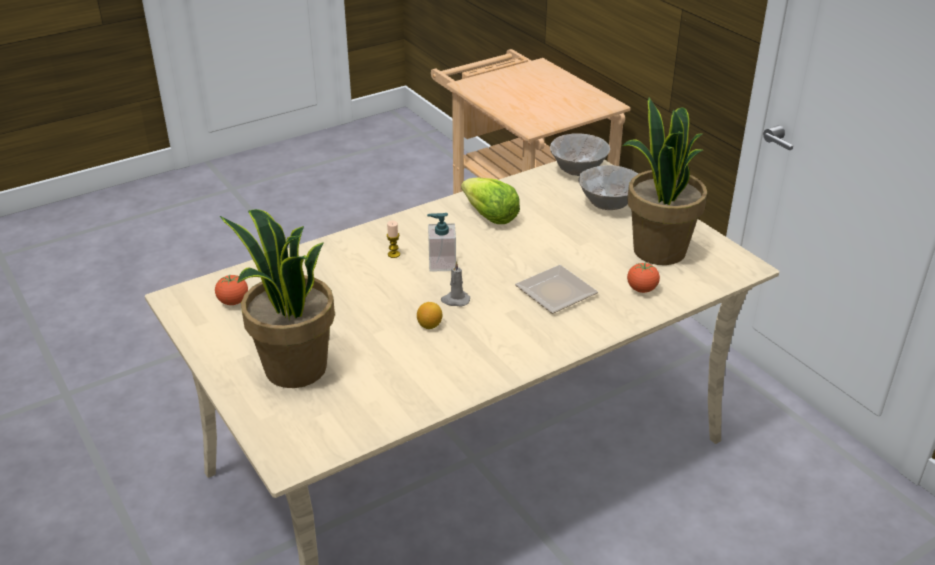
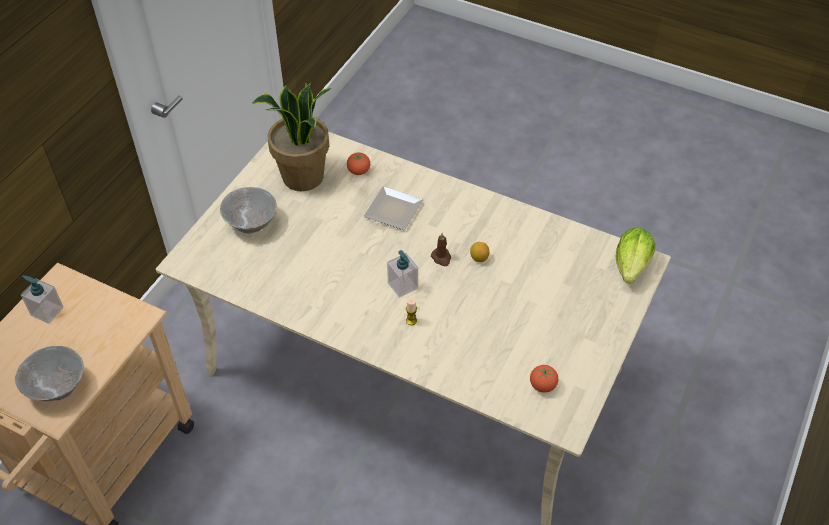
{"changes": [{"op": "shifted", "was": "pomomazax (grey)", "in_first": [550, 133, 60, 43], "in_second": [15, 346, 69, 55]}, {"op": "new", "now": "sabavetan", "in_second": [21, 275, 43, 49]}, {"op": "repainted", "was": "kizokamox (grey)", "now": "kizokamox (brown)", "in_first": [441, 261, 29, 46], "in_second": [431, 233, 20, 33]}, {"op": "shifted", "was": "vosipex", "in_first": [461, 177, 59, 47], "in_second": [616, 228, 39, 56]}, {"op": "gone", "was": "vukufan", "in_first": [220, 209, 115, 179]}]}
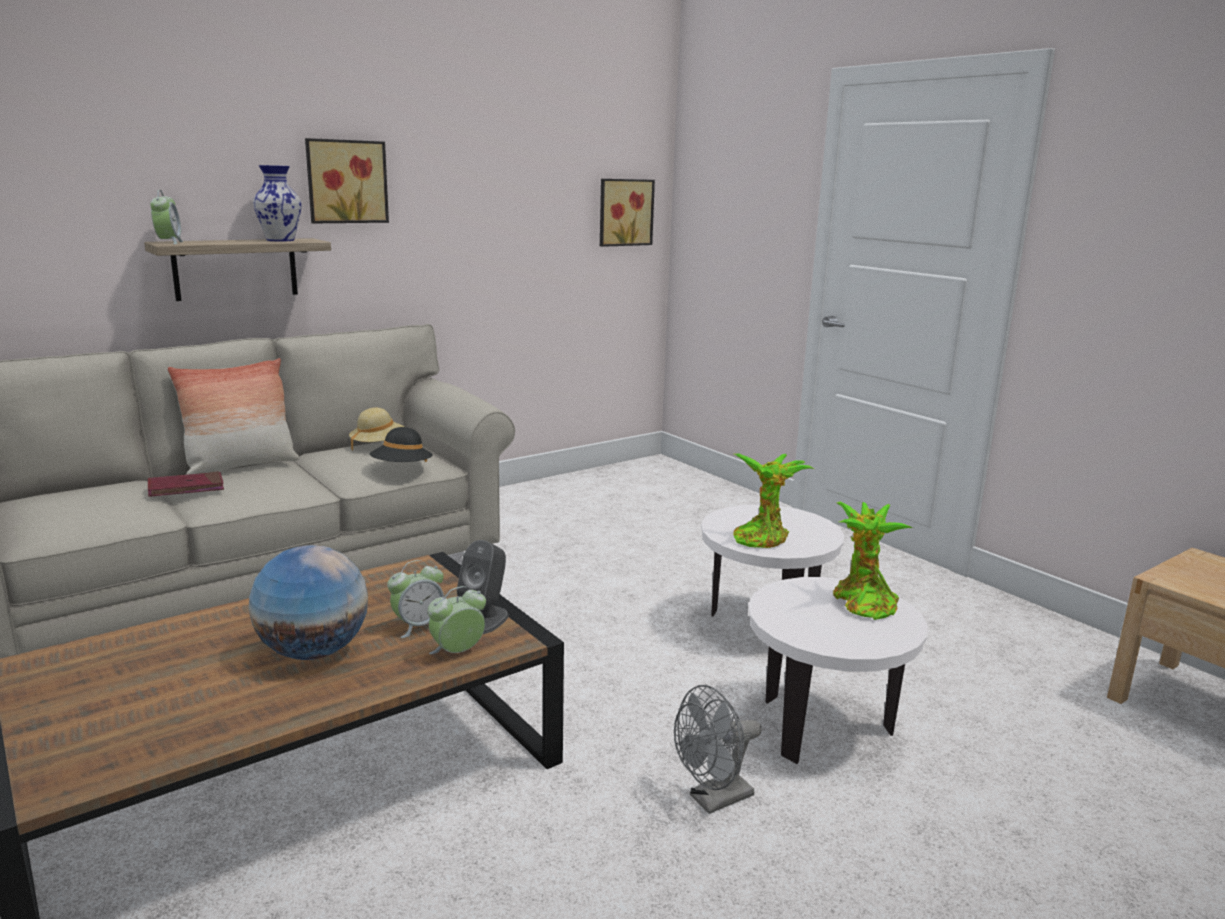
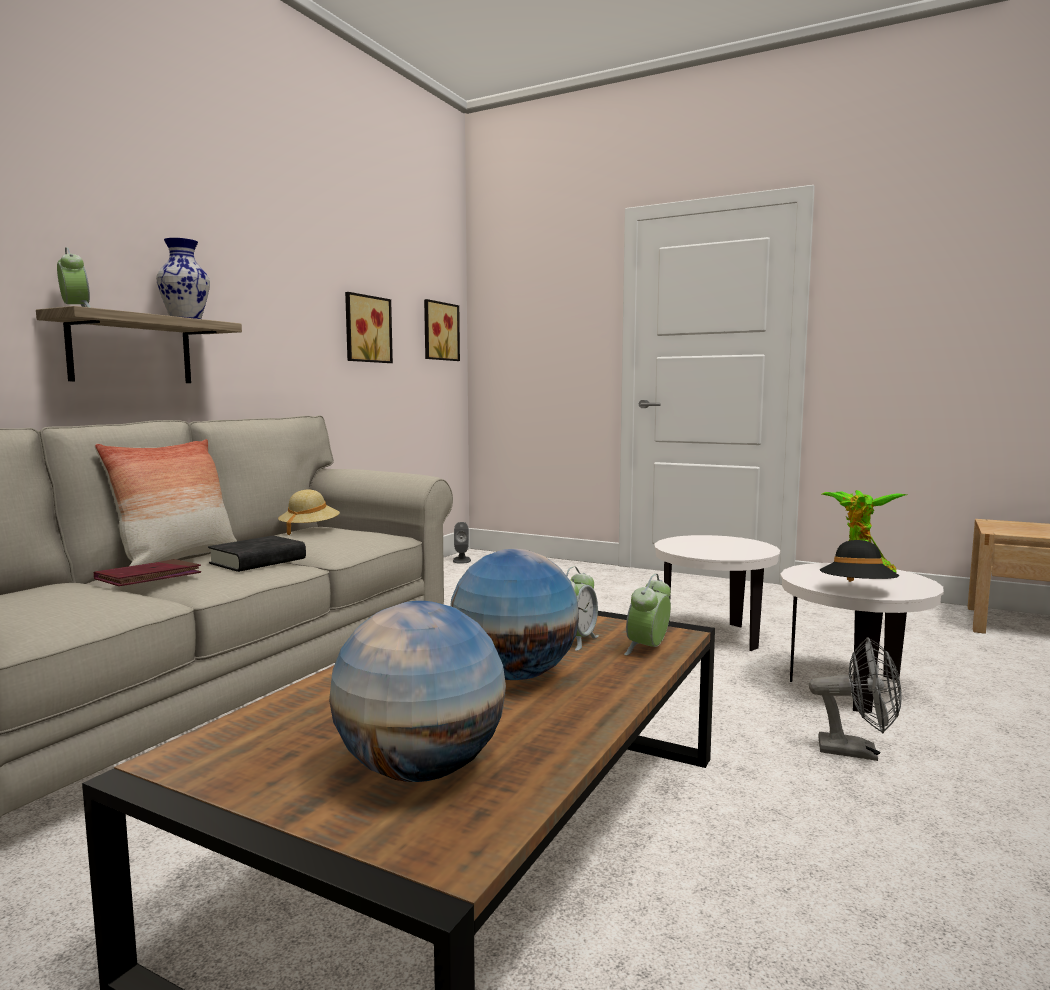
{"changes": [{"op": "new", "now": "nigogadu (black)", "in_second": [208, 535, 98, 37]}, {"op": "new", "now": "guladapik", "in_second": [329, 601, 177, 181]}, {"op": "shifted", "was": "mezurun", "in_first": [305, 138, 84, 85], "in_second": [345, 292, 48, 71]}, {"op": "shifted", "was": "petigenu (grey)", "in_first": [457, 540, 52, 94], "in_second": [453, 522, 18, 41]}, {"op": "rotated", "was": "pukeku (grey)", "in_first": [674, 685, 88, 129], "in_second": [809, 637, 93, 124], "clockwise": -105}, {"op": "shifted", "was": "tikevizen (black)", "in_first": [370, 427, 63, 35], "in_second": [820, 540, 79, 42]}, {"op": "gone", "was": "vukufan", "in_first": [733, 453, 81, 95]}]}
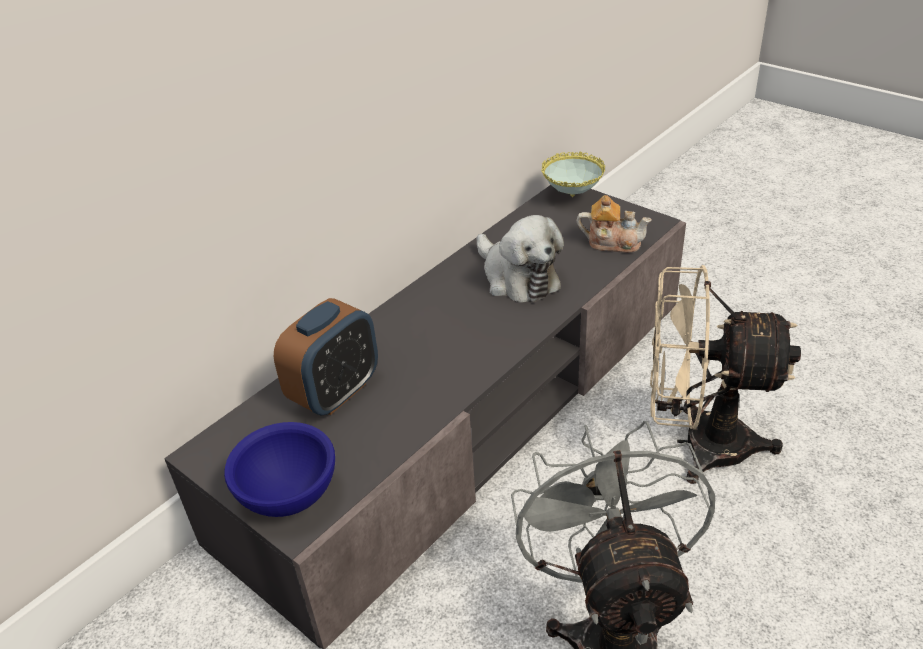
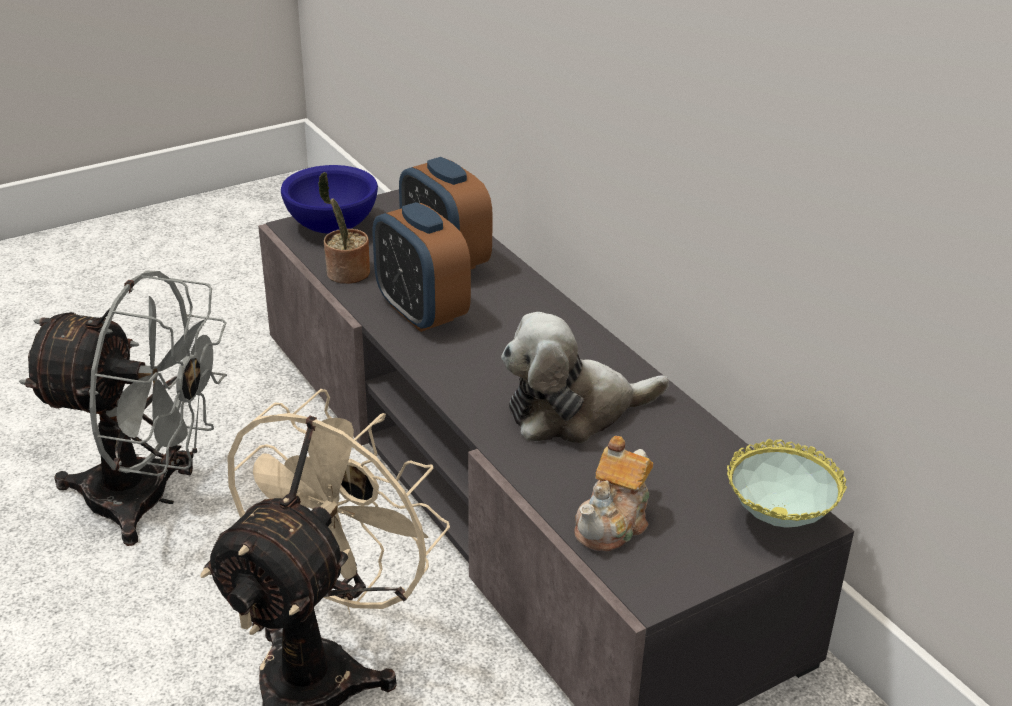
{"changes": [{"op": "new", "now": "vukufan", "in_second": [318, 172, 52, 112]}, {"op": "new", "now": "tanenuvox", "in_second": [373, 202, 98, 130]}]}
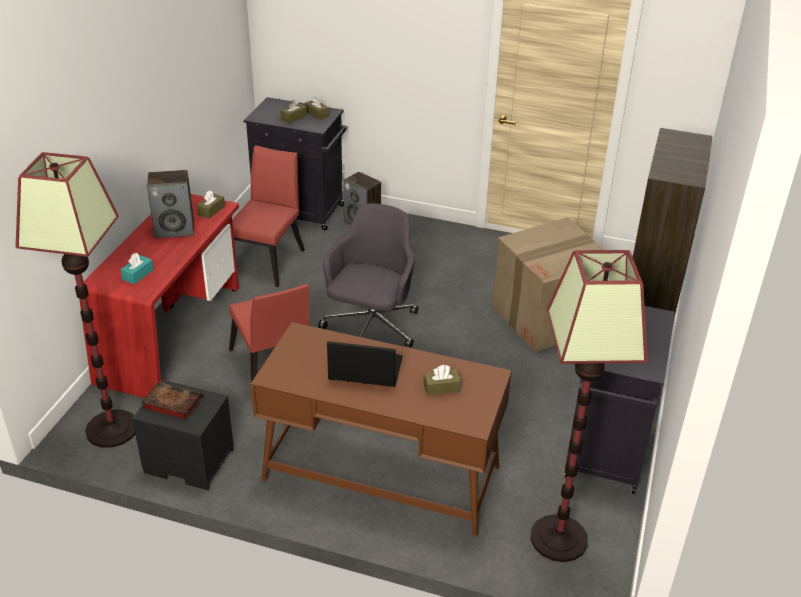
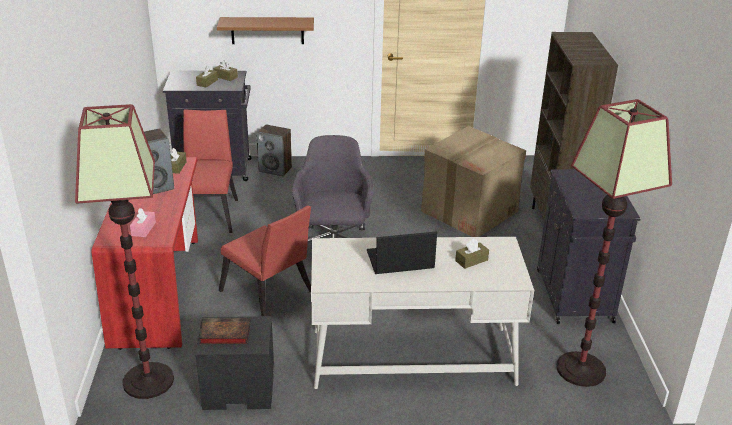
{"changes": [{"op": "repainted", "was": "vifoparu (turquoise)", "now": "vifoparu (pink)", "in_first": [120, 253, 34, 31], "in_second": [130, 208, 26, 29]}, {"op": "new", "now": "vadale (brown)", "in_second": [217, 17, 97, 27]}, {"op": "repainted", "was": "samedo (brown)", "now": "samedo (white)", "in_first": [251, 322, 261, 215], "in_second": [311, 237, 223, 152]}]}
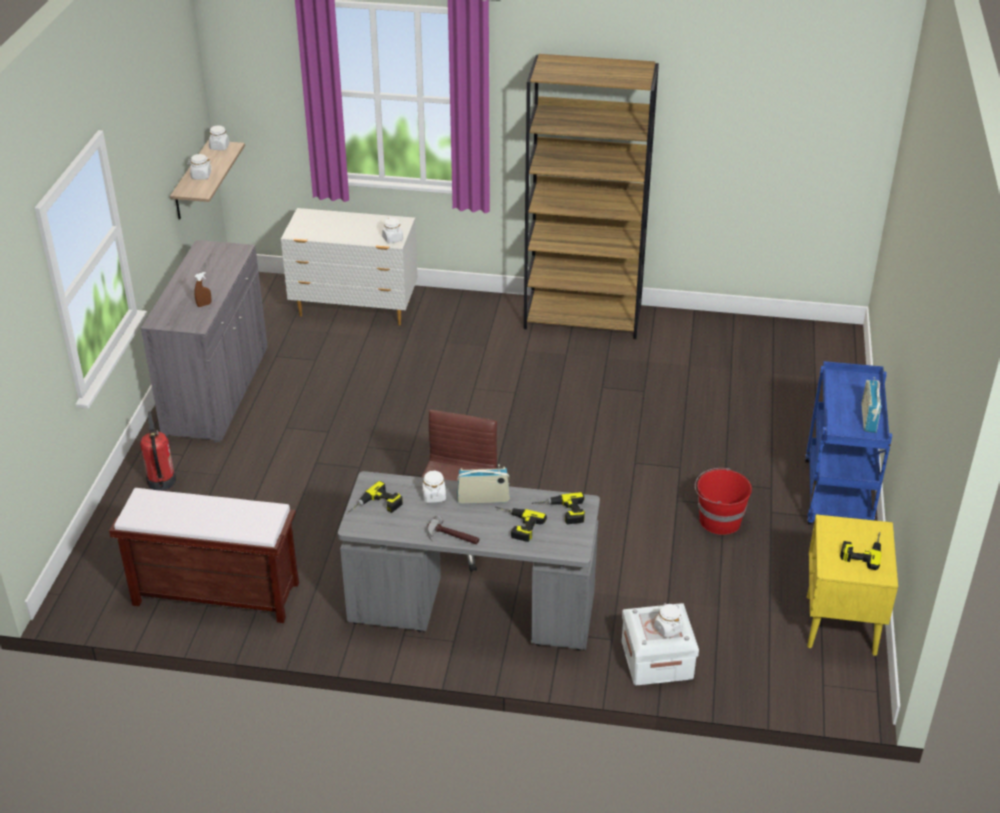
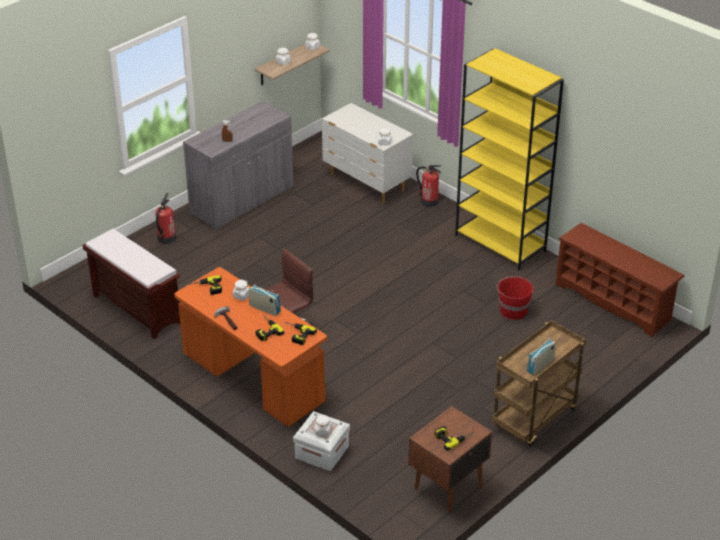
{"changes": [{"op": "repainted", "was": "samedo (grey)", "now": "samedo (orange)", "in_first": [338, 471, 262, 180], "in_second": [175, 267, 152, 160]}, {"op": "repainted", "was": "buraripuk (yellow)", "now": "buraripuk (brown)", "in_first": [807, 514, 91, 142], "in_second": [408, 406, 84, 107]}, {"op": "new", "now": "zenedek", "in_second": [416, 165, 25, 42]}, {"op": "repainted", "was": "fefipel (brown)", "now": "fefipel (yellow)", "in_first": [524, 54, 135, 285], "in_second": [455, 48, 109, 222]}, {"op": "repainted", "was": "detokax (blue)", "now": "detokax (brown)", "in_first": [805, 361, 87, 164], "in_second": [491, 320, 95, 127]}, {"op": "shifted", "was": "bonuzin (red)", "in_first": [695, 468, 57, 67], "in_second": [496, 276, 38, 44]}, {"op": "new", "now": "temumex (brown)", "in_second": [556, 223, 128, 114]}]}
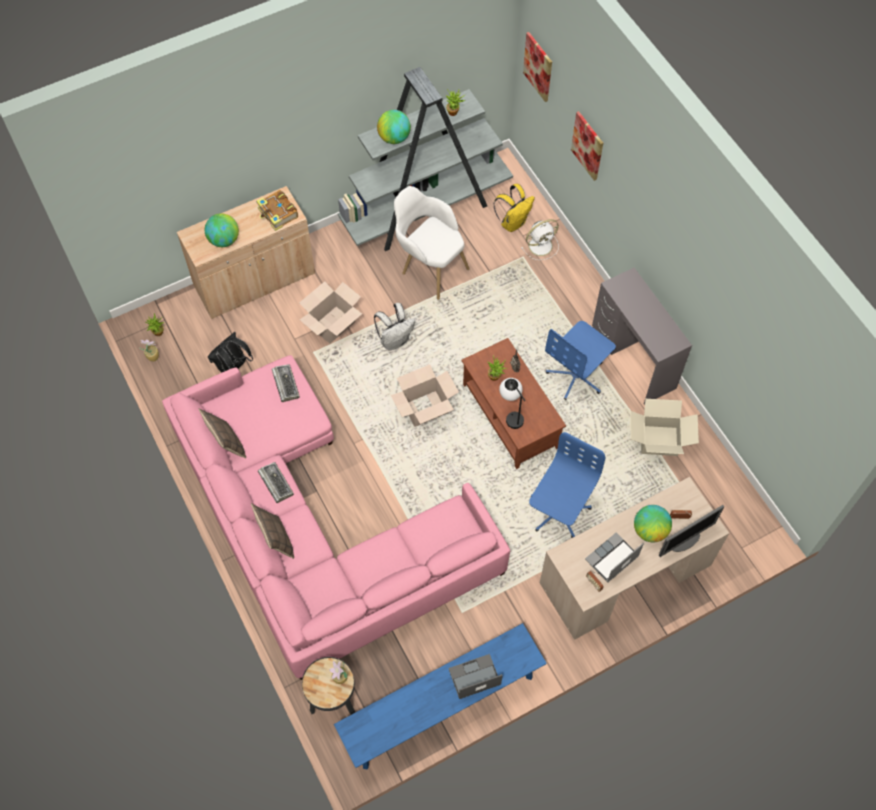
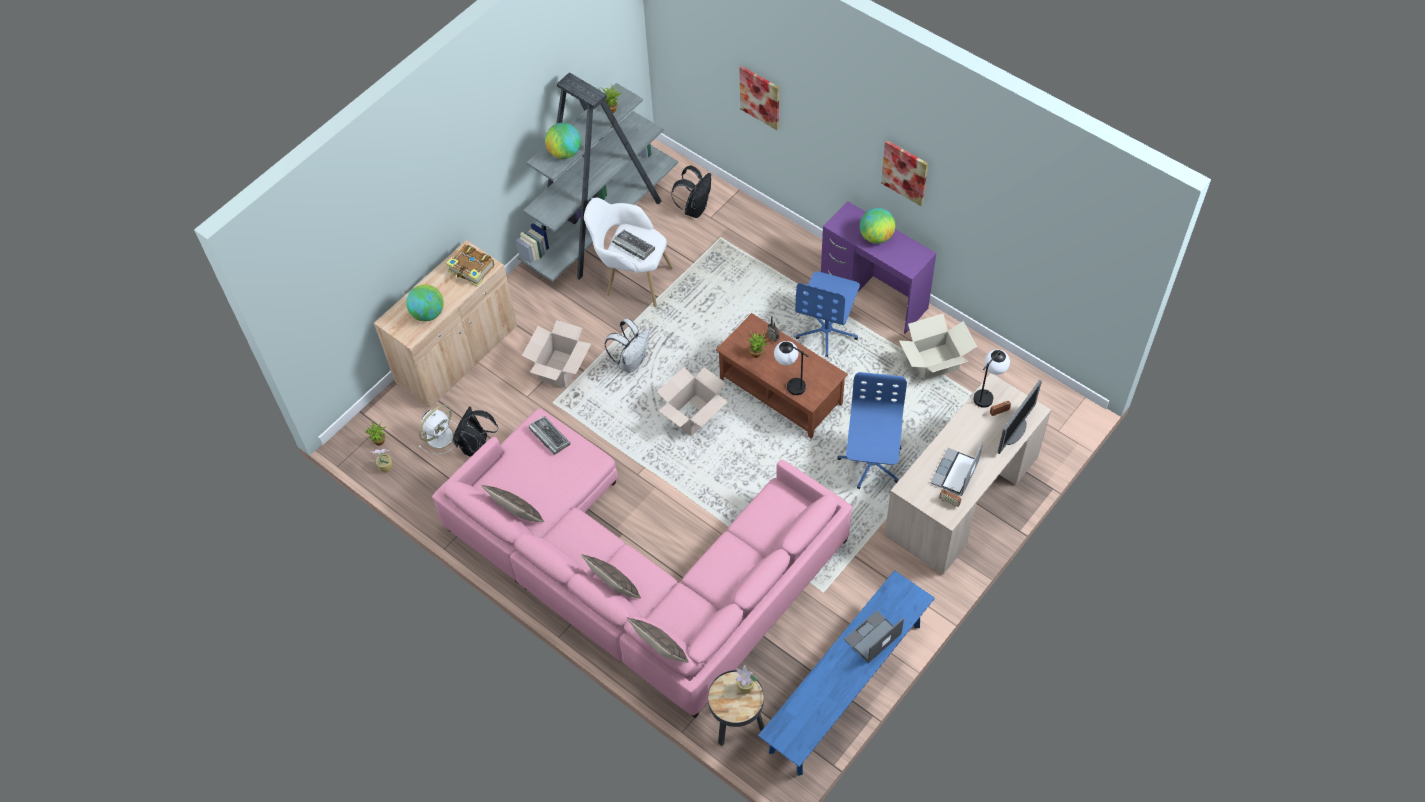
{"changes": [{"op": "shifted", "was": "pukeku (white)", "in_first": [521, 219, 38, 41], "in_second": [419, 405, 39, 50]}, {"op": "shifted", "was": "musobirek", "in_first": [258, 462, 36, 41], "in_second": [612, 230, 43, 30]}, {"op": "new", "now": "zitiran", "in_second": [627, 617, 62, 46]}, {"op": "repainted", "was": "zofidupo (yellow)", "now": "zofidupo (black)", "in_first": [494, 184, 41, 48], "in_second": [671, 166, 40, 52]}, {"op": "repainted", "was": "samedo (grey)", "now": "samedo (purple)", "in_first": [592, 268, 100, 137], "in_second": [821, 201, 115, 133]}, {"op": "shifted", "was": "guladapik", "in_first": [634, 505, 38, 38], "in_second": [860, 208, 35, 36]}, {"op": "shifted", "was": "mezurun", "in_first": [523, 32, 29, 70], "in_second": [881, 140, 47, 66]}, {"op": "new", "now": "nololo", "in_second": [973, 349, 37, 59]}]}
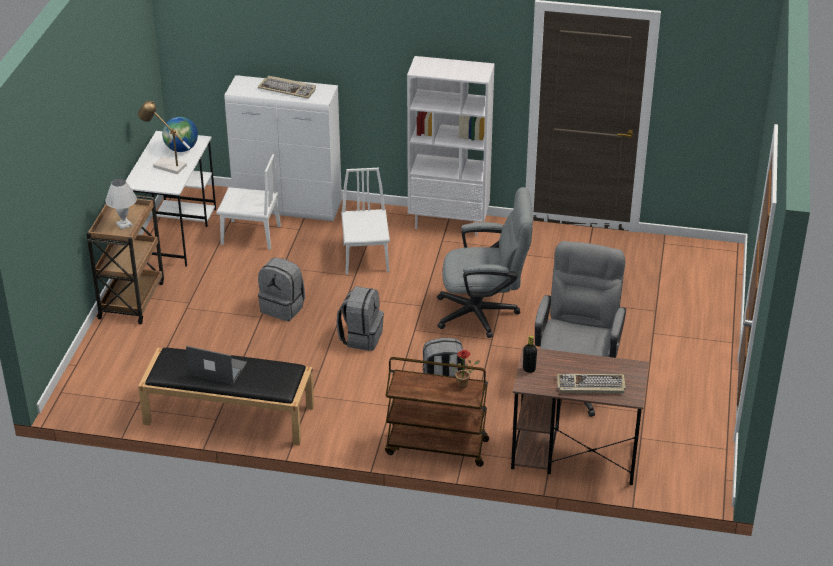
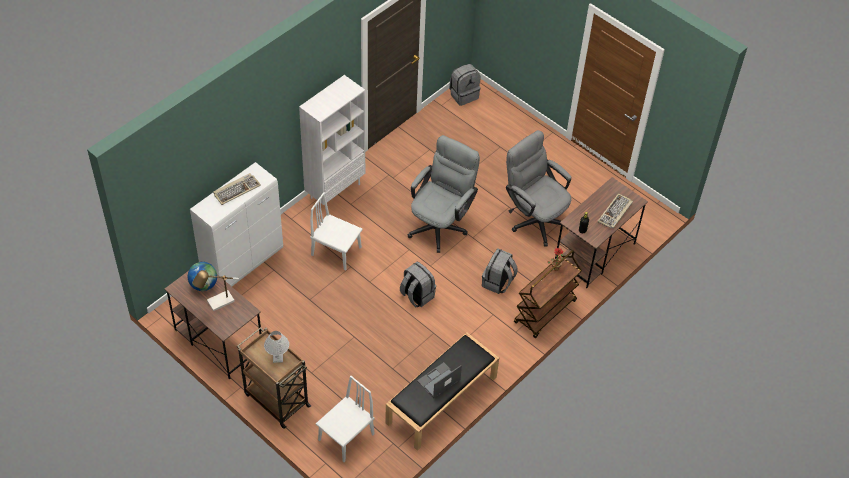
{"changes": [{"op": "repainted", "was": "samedo (white)", "now": "samedo (brown)", "in_first": [126, 131, 90, 136], "in_second": [164, 261, 97, 118]}, {"op": "shifted", "was": "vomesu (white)", "in_first": [216, 154, 65, 96], "in_second": [316, 376, 59, 86]}, {"op": "shifted", "was": "zofidupo (grey)", "in_first": [258, 258, 47, 63], "in_second": [449, 64, 32, 42]}]}
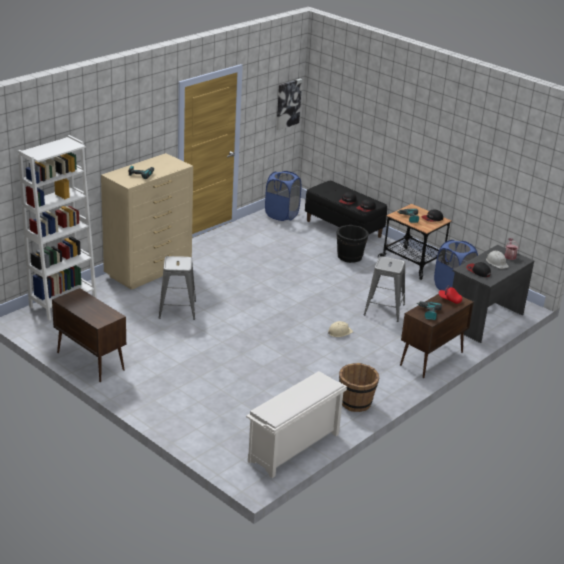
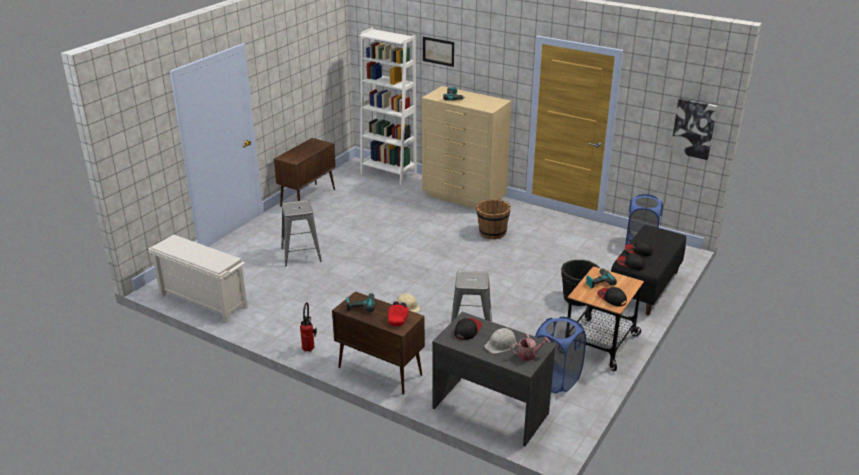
{"changes": [{"op": "shifted", "was": "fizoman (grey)", "in_first": [158, 256, 38, 64], "in_second": [281, 200, 41, 67]}, {"op": "new", "now": "zenedek", "in_second": [300, 302, 17, 50]}, {"op": "new", "now": "mezurun", "in_second": [423, 37, 31, 30]}, {"op": "shifted", "was": "bonuzin (brown)", "in_first": [339, 363, 40, 49], "in_second": [476, 199, 35, 40]}]}
